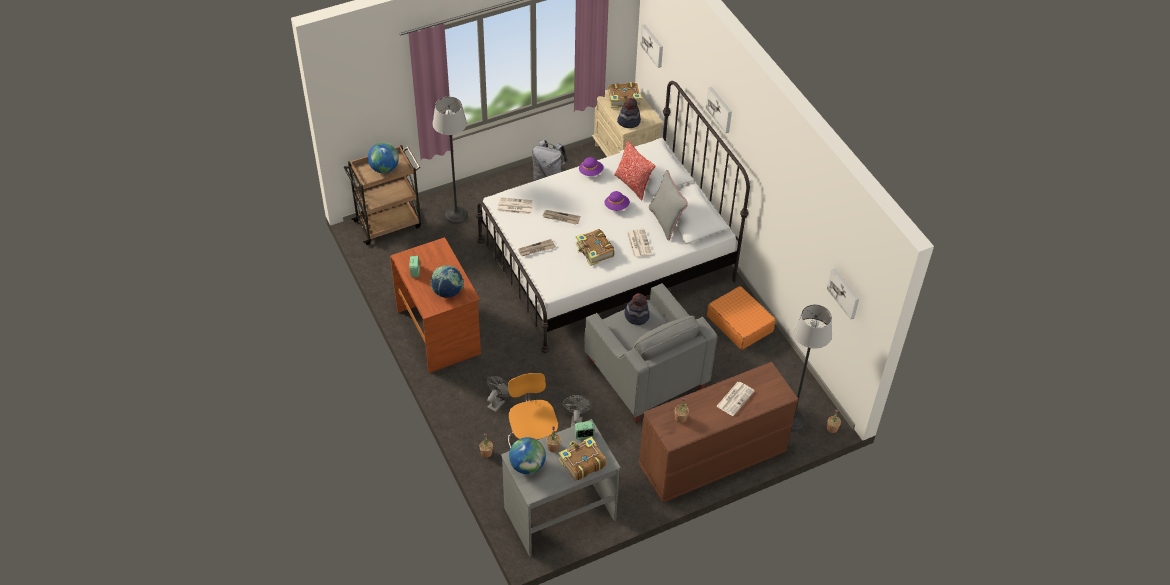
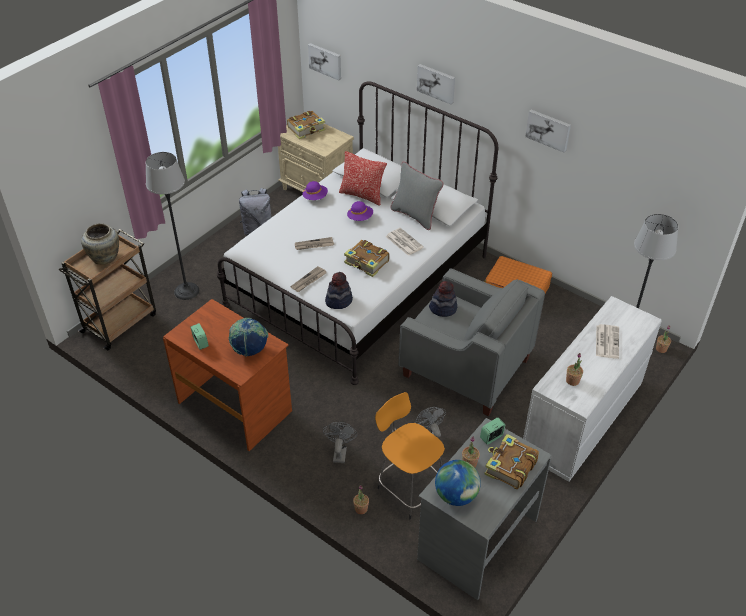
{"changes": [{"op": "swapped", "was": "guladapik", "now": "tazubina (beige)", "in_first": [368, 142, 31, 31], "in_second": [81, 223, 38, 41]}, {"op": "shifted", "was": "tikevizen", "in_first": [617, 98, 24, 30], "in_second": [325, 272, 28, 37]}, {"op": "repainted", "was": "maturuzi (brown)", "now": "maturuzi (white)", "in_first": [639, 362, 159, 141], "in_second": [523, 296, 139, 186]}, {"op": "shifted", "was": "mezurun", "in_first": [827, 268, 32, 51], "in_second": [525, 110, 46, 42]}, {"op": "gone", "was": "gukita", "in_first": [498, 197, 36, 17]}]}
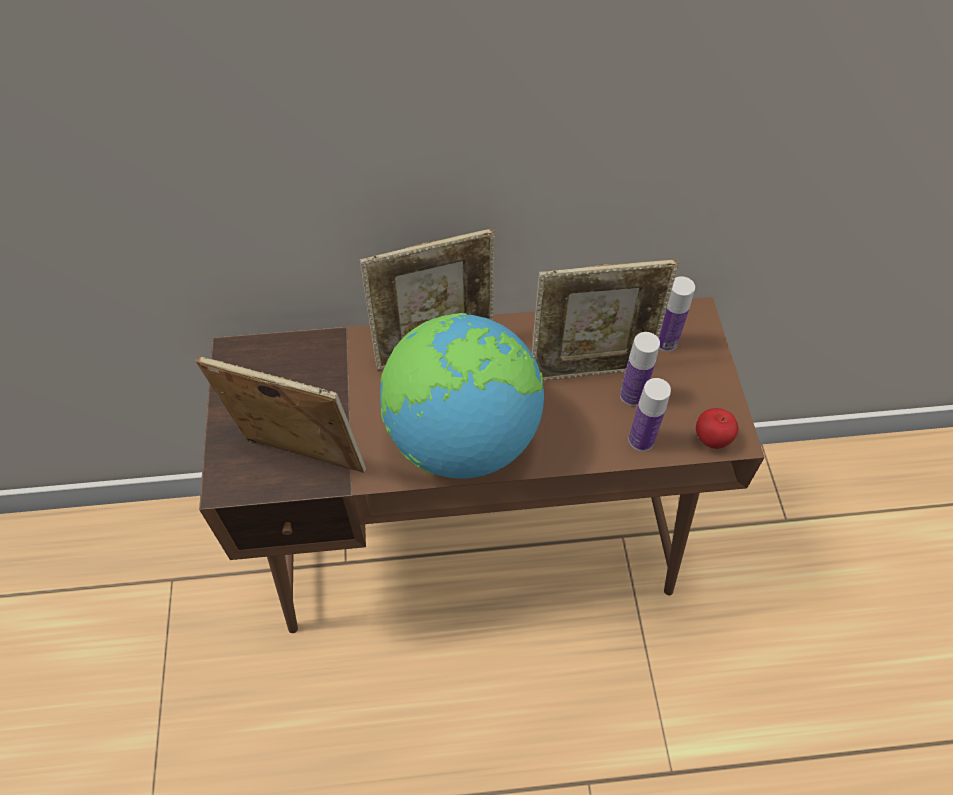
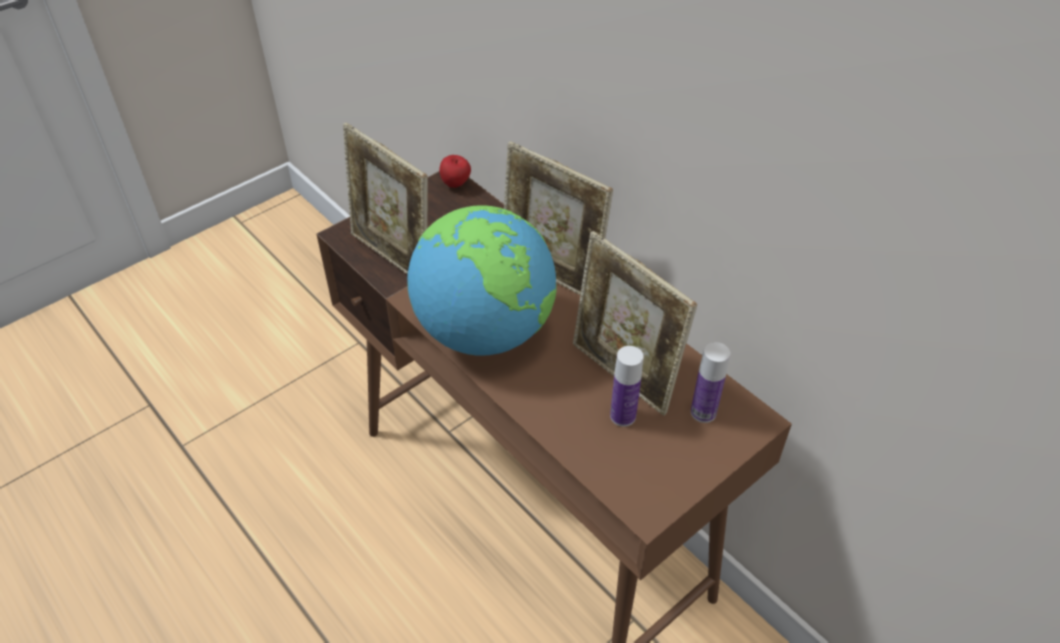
{"changes": [{"op": "rotated", "was": "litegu", "in_first": [195, 356, 171, 117], "in_second": [343, 123, 85, 152], "clockwise": 150}, {"op": "shifted", "was": "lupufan", "in_first": [696, 408, 42, 41], "in_second": [439, 155, 32, 33]}, {"op": "gone", "was": "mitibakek", "in_first": [629, 378, 42, 73]}]}
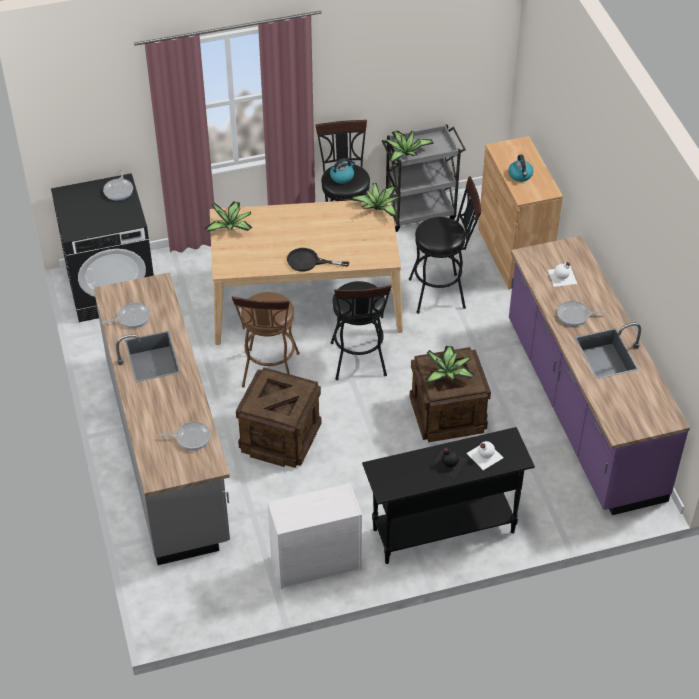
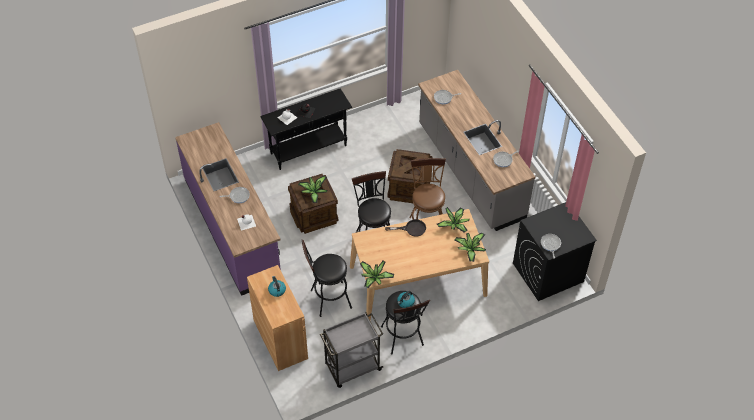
{"changes": [{"op": "shifted", "was": "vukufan", "in_first": [386, 131, 48, 32], "in_second": [437, 207, 32, 25]}, {"op": "gone", "was": "maturuzi (white)", "in_first": [267, 483, 95, 106]}]}
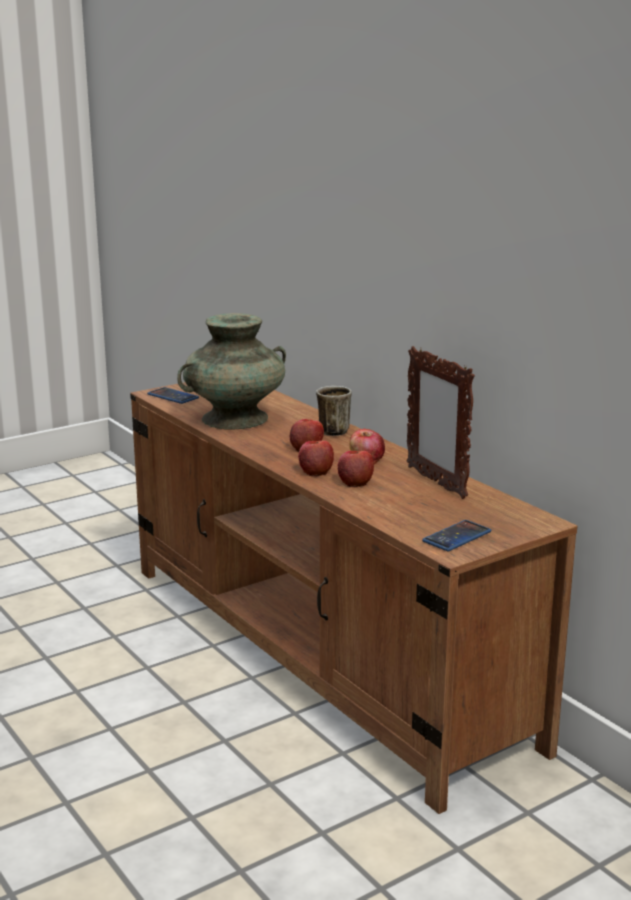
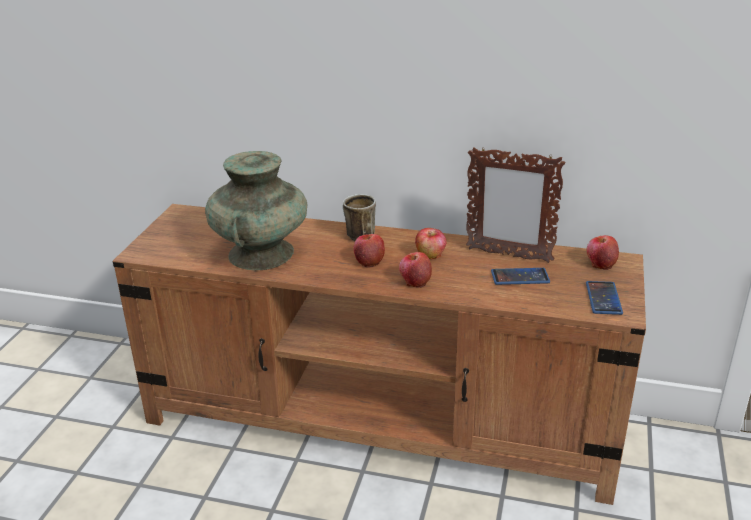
{"changes": [{"op": "shifted", "was": "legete", "in_first": [147, 387, 52, 17], "in_second": [491, 268, 59, 17]}, {"op": "shifted", "was": "lupufan", "in_first": [337, 451, 37, 36], "in_second": [587, 235, 32, 35]}]}
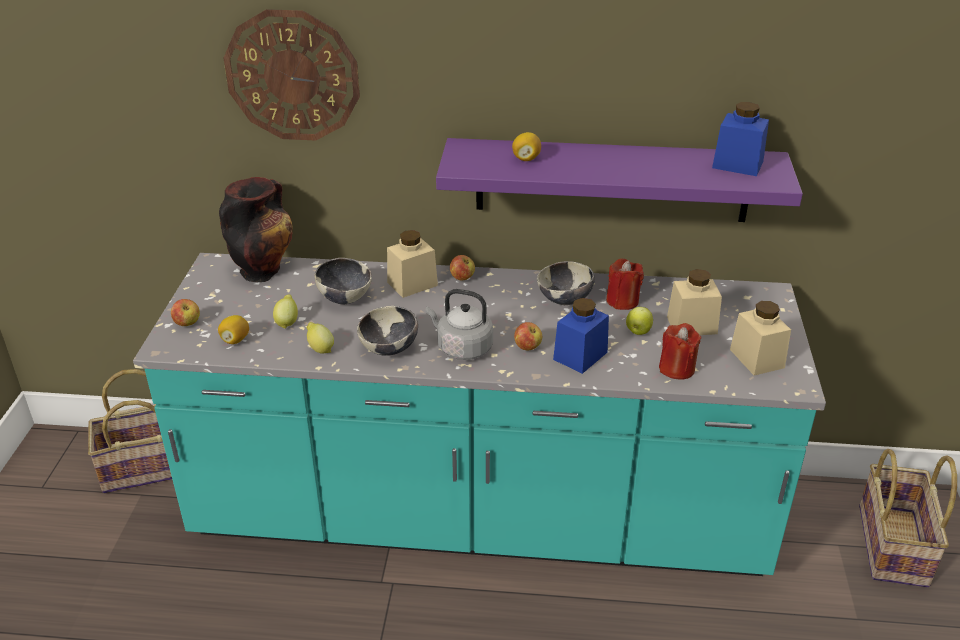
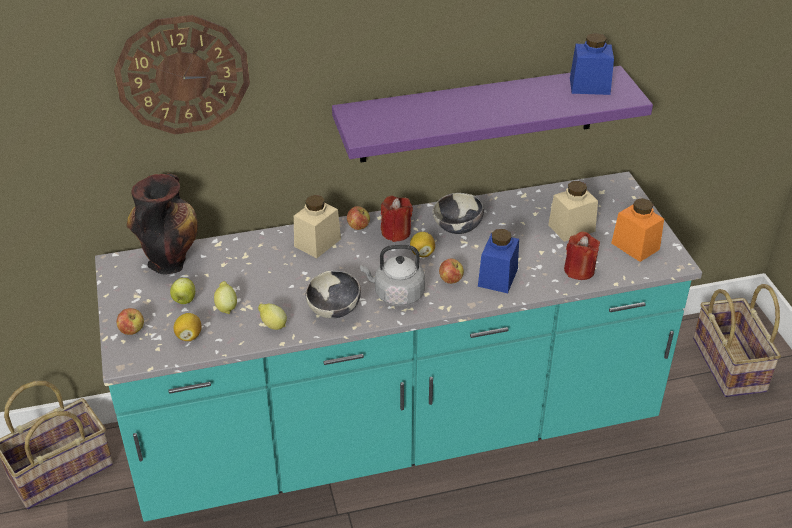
{"changes": [{"op": "shifted", "was": "lupufan", "in_first": [626, 307, 27, 28], "in_second": [170, 278, 25, 26]}, {"op": "shifted", "was": "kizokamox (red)", "in_first": [606, 259, 38, 51], "in_second": [381, 196, 32, 46]}, {"op": "shifted", "was": "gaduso", "in_first": [512, 132, 29, 29], "in_second": [410, 232, 25, 25]}, {"op": "repainted", "was": "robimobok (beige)", "now": "robimobok (orange)", "in_first": [730, 301, 61, 75], "in_second": [611, 198, 53, 64]}, {"op": "gone", "was": "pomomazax", "in_first": [314, 258, 58, 46]}]}
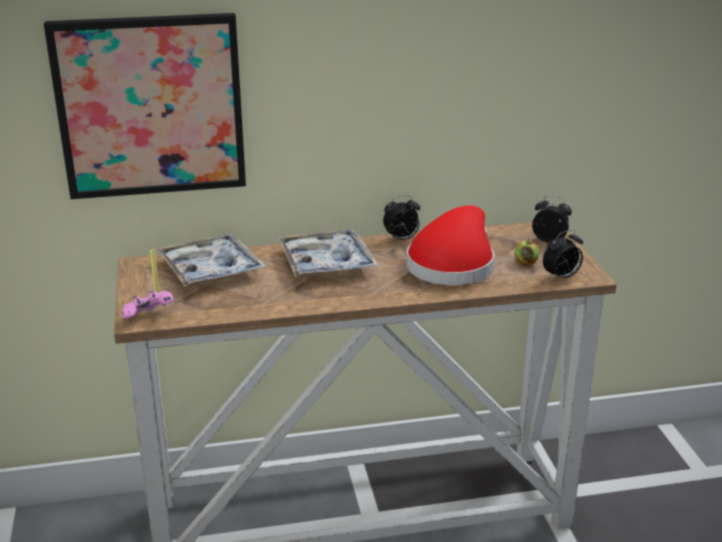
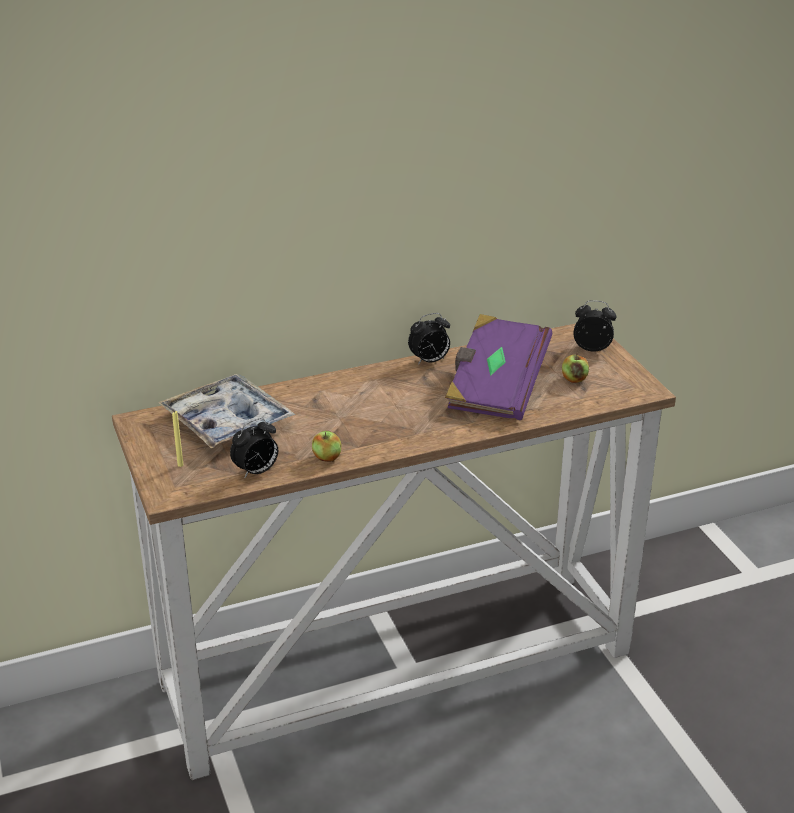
{"changes": [{"op": "shifted", "was": "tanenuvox", "in_first": [543, 230, 40, 51], "in_second": [230, 418, 48, 60]}, {"op": "new", "now": "lupufan", "in_second": [312, 431, 30, 31]}, {"op": "swapped", "was": "tikevizen (red)", "now": "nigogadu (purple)", "in_first": [406, 205, 88, 80], "in_second": [445, 314, 107, 106]}, {"op": "gone", "was": "mezurun", "in_first": [44, 13, 202, 186]}, {"op": "gone", "was": "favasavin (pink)", "in_first": [122, 290, 53, 29]}, {"op": "gone", "was": "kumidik", "in_first": [278, 229, 100, 47]}]}
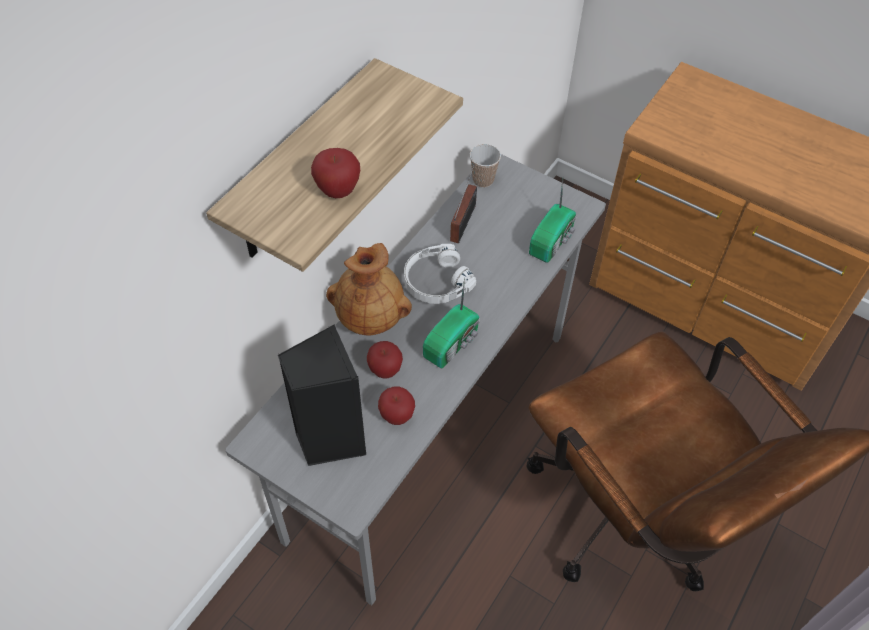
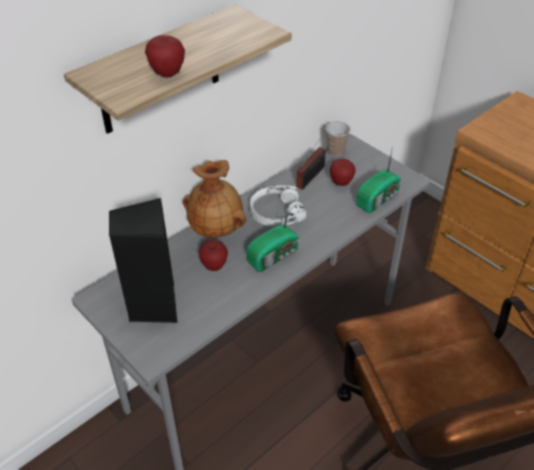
{"changes": [{"op": "shifted", "was": "lupufan", "in_first": [378, 387, 37, 38], "in_second": [330, 159, 26, 27]}]}
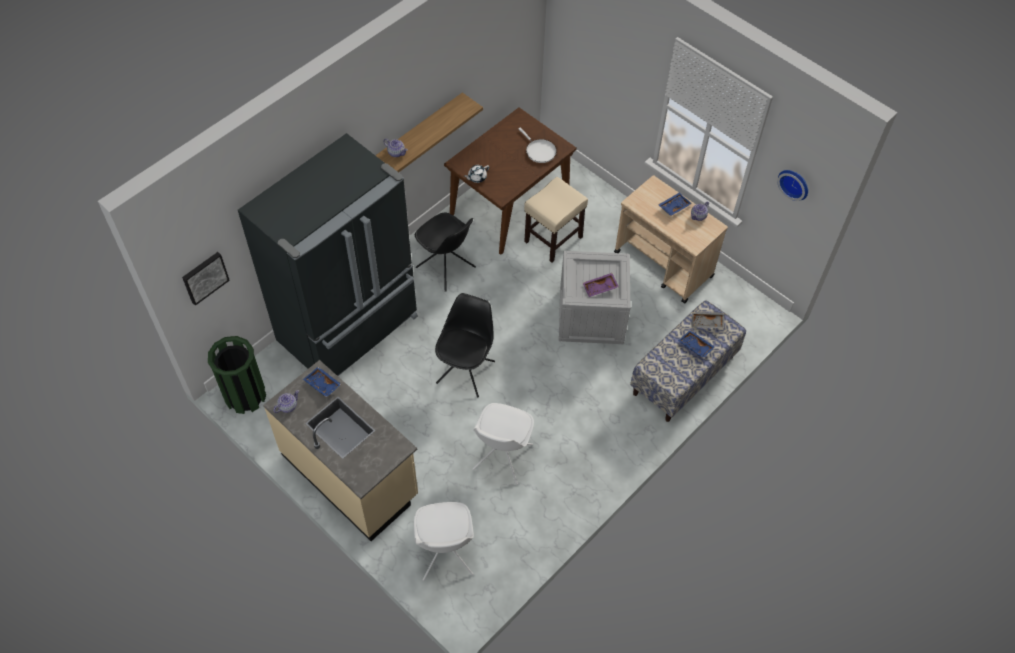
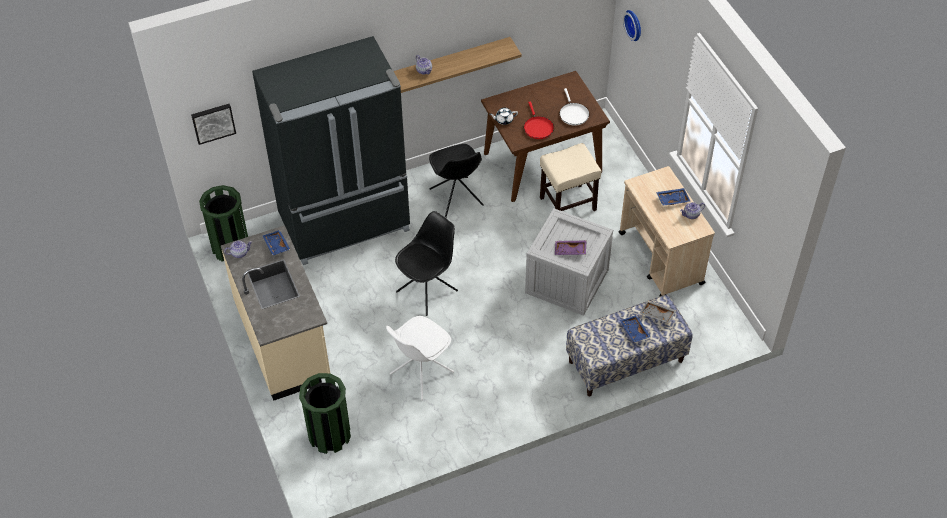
{"changes": [{"op": "swapped", "was": "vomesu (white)", "now": "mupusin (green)", "in_first": [414, 502, 60, 79], "in_second": [299, 373, 52, 81]}, {"op": "new", "now": "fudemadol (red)", "in_second": [524, 101, 30, 38]}, {"op": "shifted", "was": "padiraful", "in_first": [777, 170, 31, 31], "in_second": [623, 10, 18, 31]}]}
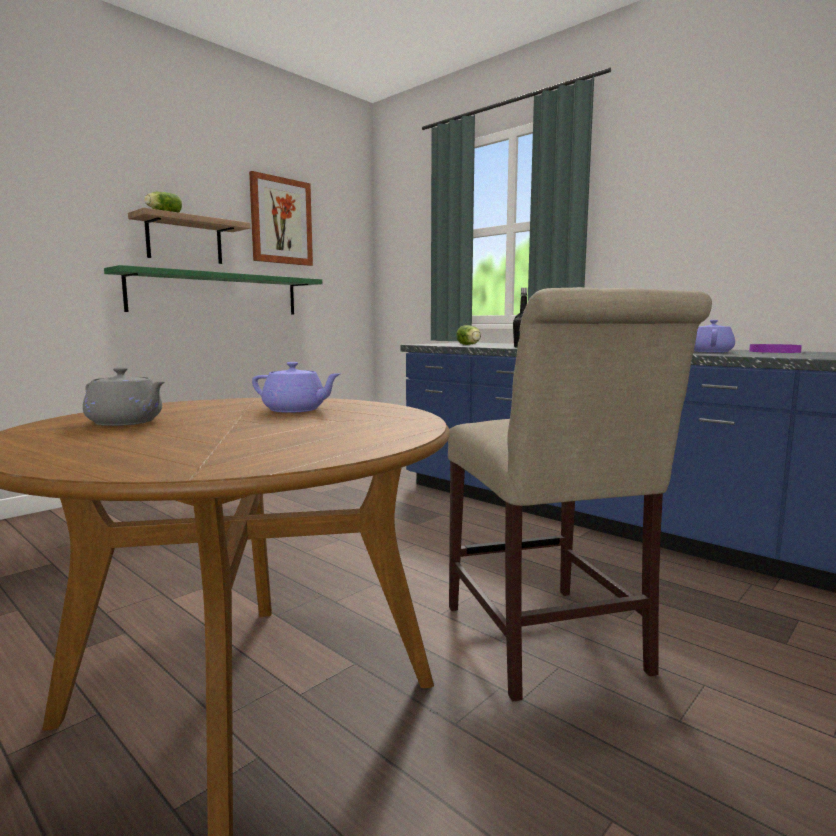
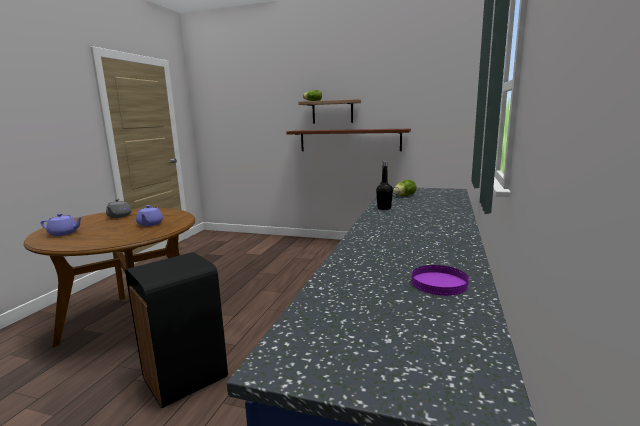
{"changes": [{"op": "shifted", "was": "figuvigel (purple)", "in_first": [694, 320, 41, 33], "in_second": [41, 213, 42, 23]}, {"op": "swapped", "was": "vomesu (beige)", "now": "mupusin (black)", "in_first": [448, 287, 264, 415], "in_second": [125, 252, 103, 156]}, {"op": "repainted", "was": "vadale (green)", "now": "vadale (brown)", "in_first": [104, 265, 218, 49], "in_second": [287, 129, 124, 22]}, {"op": "gone", "was": "mezurun", "in_first": [249, 171, 64, 95]}]}
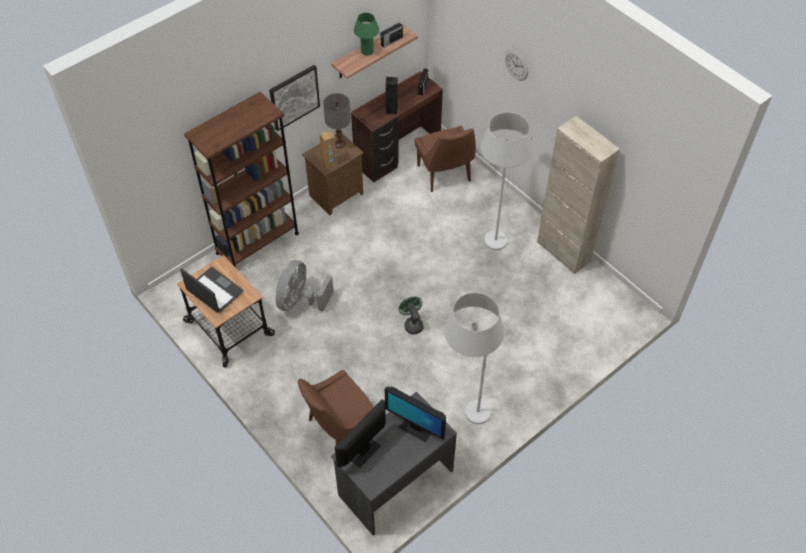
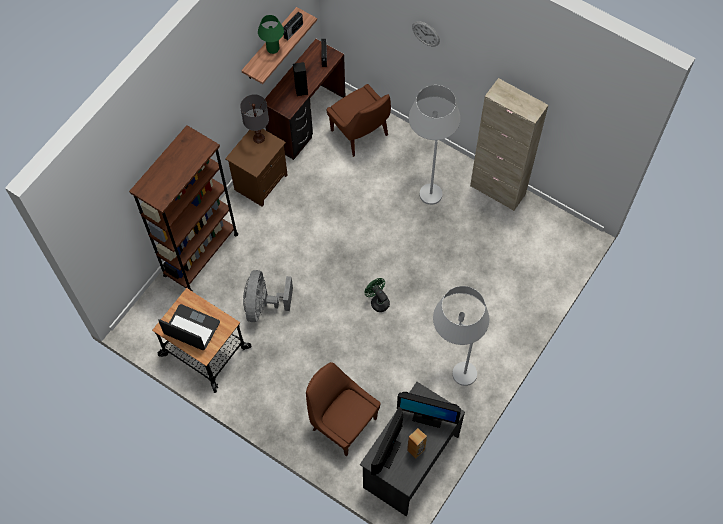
{"changes": [{"op": "rotated", "was": "vomesu (brown)", "in_first": [298, 370, 76, 75], "in_second": [306, 362, 74, 94], "clockwise": 90}, {"op": "shifted", "was": "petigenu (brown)", "in_first": [320, 130, 17, 39], "in_second": [407, 428, 20, 31]}, {"op": "gone", "was": "mezurun", "in_first": [269, 65, 51, 66]}]}
